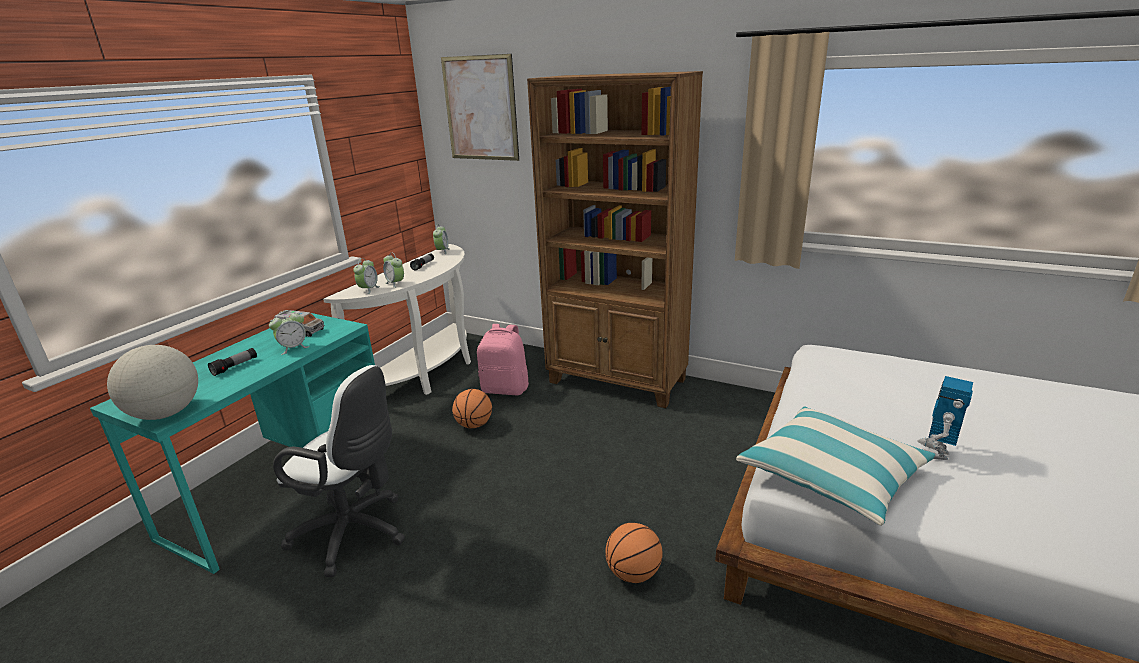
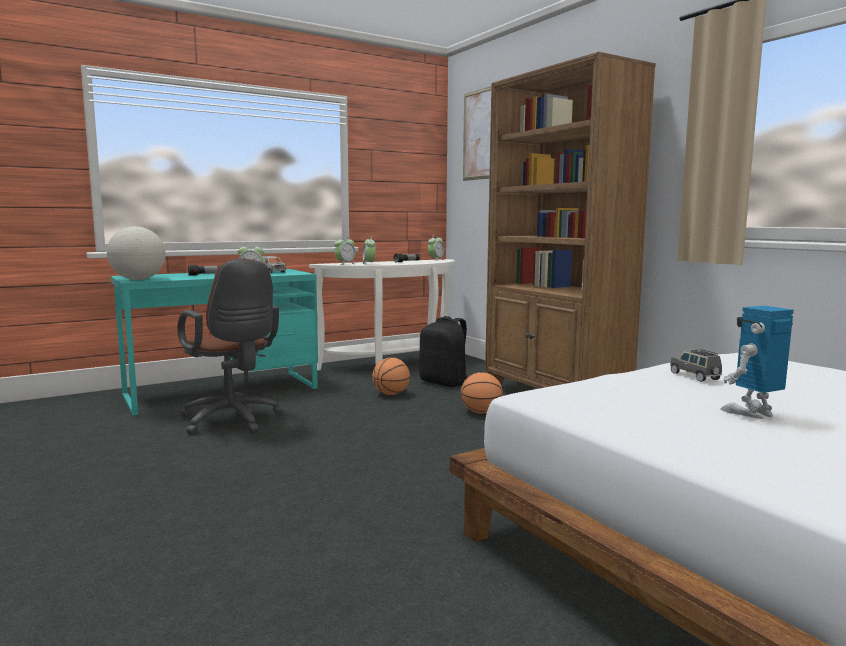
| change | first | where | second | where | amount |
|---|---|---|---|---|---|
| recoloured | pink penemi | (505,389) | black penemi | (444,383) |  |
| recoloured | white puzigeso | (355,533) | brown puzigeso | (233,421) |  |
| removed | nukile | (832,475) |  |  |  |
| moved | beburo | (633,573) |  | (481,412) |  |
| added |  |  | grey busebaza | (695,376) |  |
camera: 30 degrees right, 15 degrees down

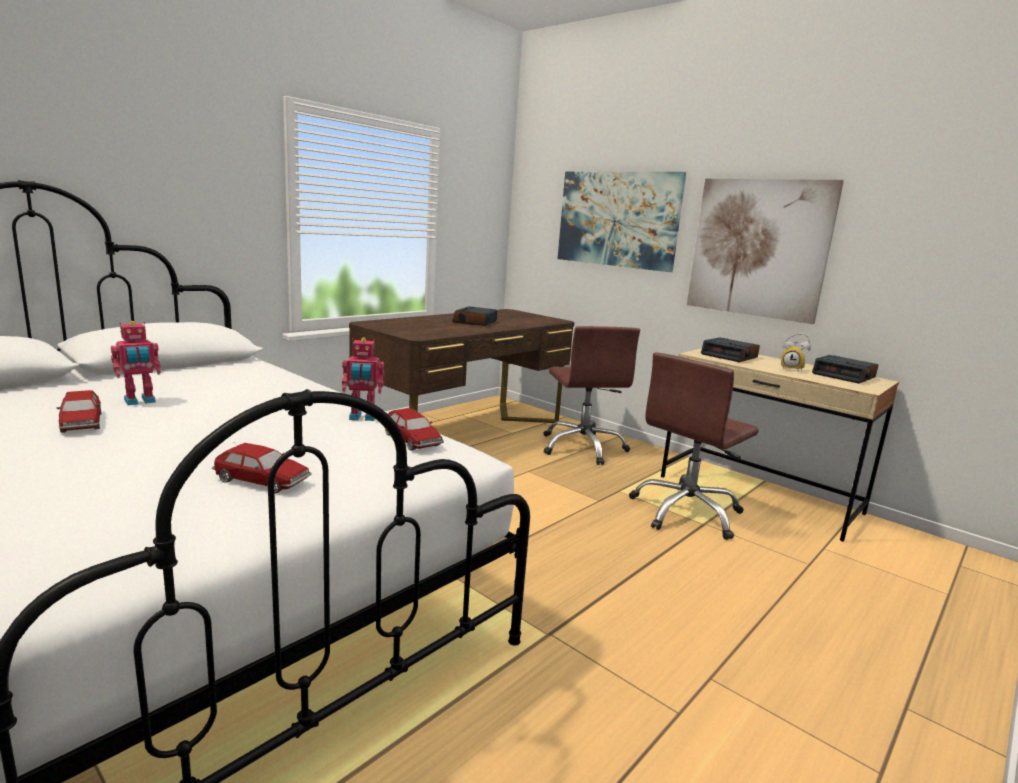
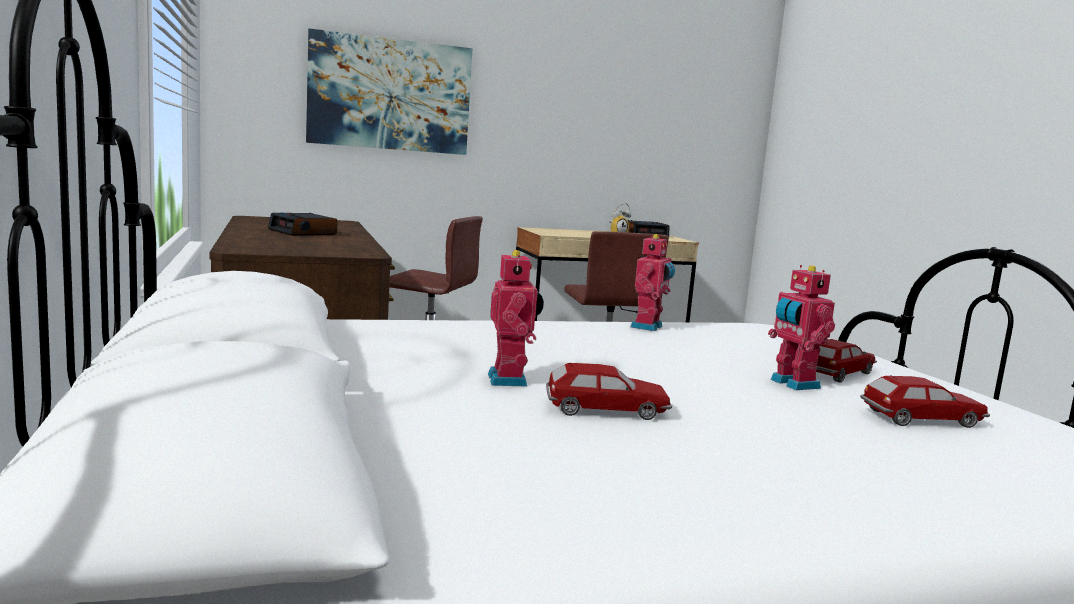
| change | first | where | second | where | amount |
|---|---|---|---|---|---|
| removed | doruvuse | (758,248) |  |  |  |
| removed | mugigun | (730,356) |  |  |  |
| moved | busebaza | (412,440) |  | (922,419) |  |
| added |  |  | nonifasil | (792,384) |  |
camera: 60 degrees left, 5 degrees down

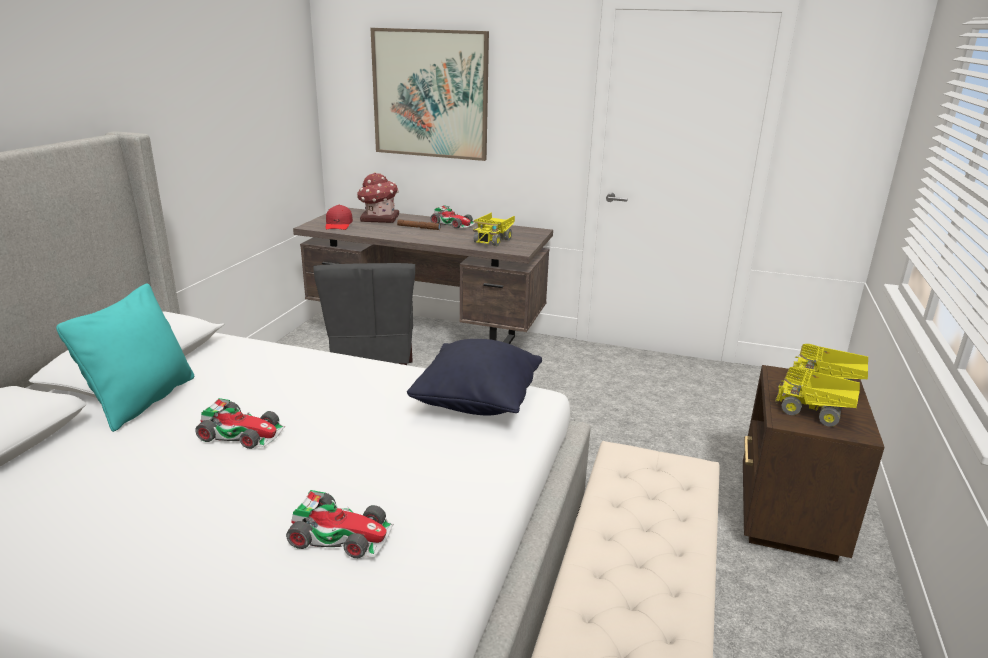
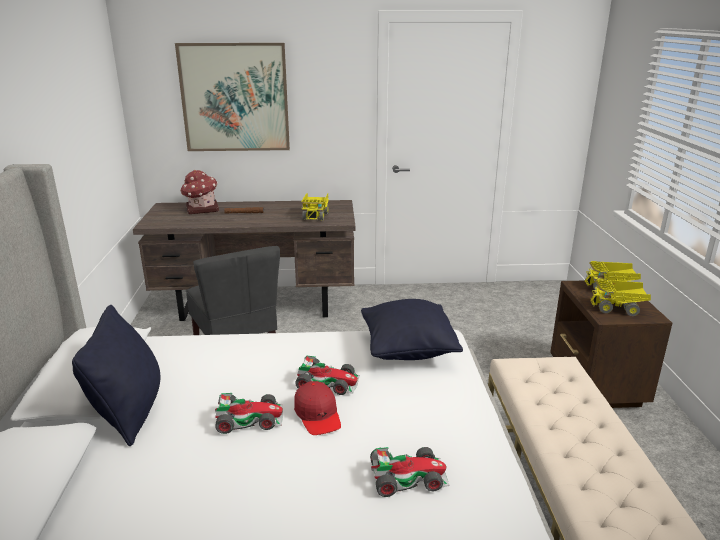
| change | first | where | second | where | amount |
|---|---|---|---|---|---|
| moved | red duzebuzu | (338,225) |  | (318,415) |  |
| moved | busebaza | (453,224) |  | (328,382) |  |
| recoloured | turquoise nukile | (143,401) | black nukile | (130,412) |  |
camera: 20 degrees left, 0 degrees up

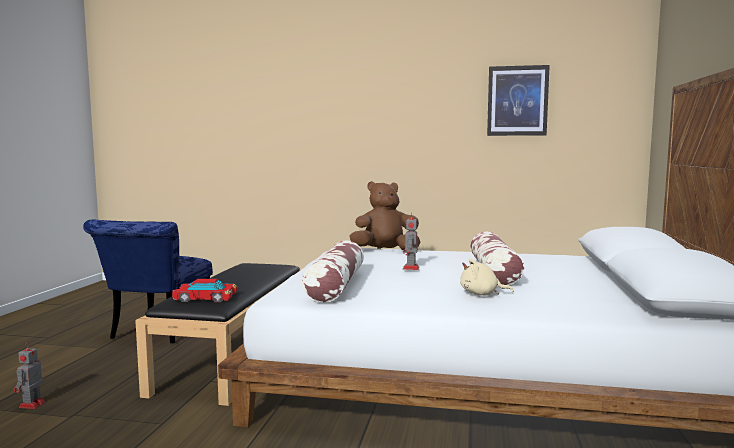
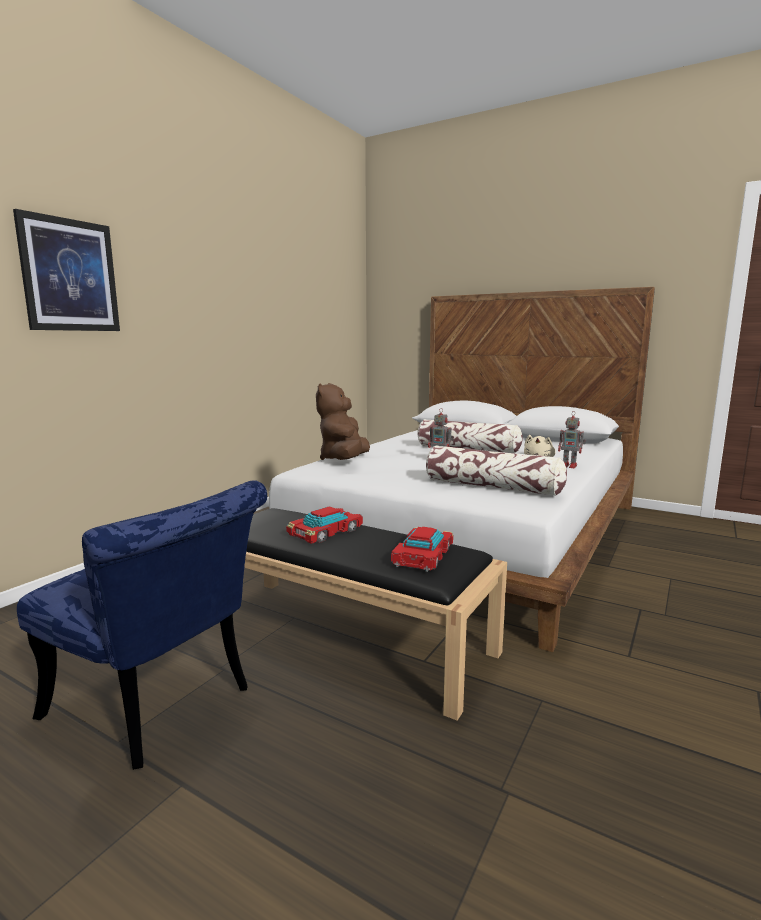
| change | first | where | second | where | amount |
|---|---|---|---|---|---|
| moved | doruvuse | (517,101) |  | (70,275) |  |
| moved | nonifasil | (31,405) |  | (570,466) |  |
| added |  |  | busebaza | (326,532) |  |
camera: 70 degrees left, 5 degrees up

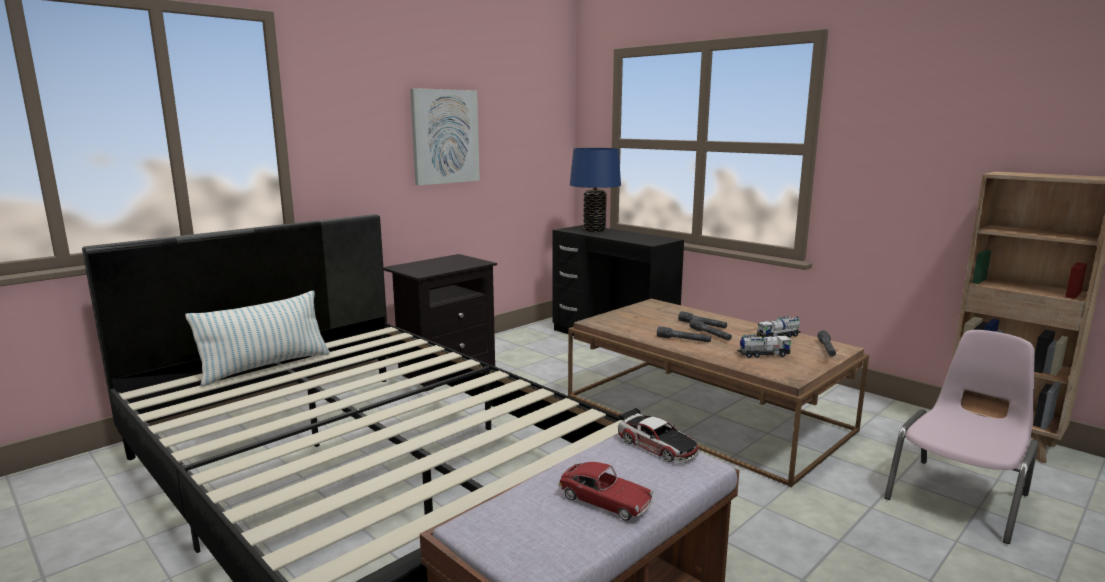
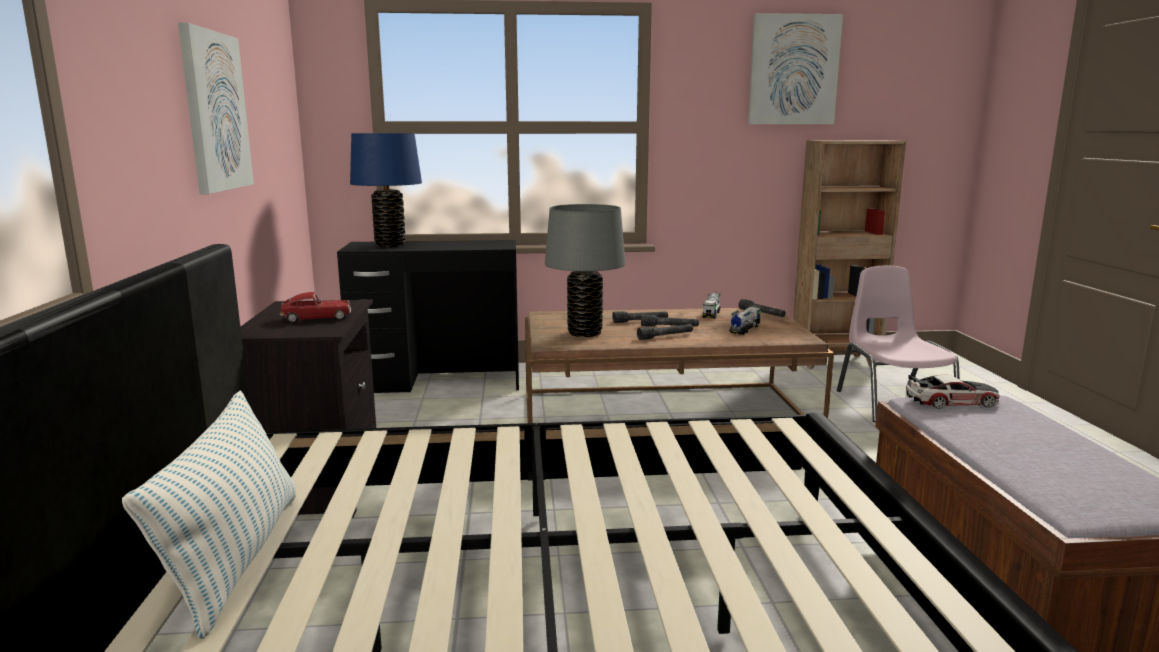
| change | first | where | second | where | amount |
|---|---|---|---|---|---|
| moved | busebaza | (605,501) |  | (316,318) |  |
| added |  |  | doruvuse | (793,70) |  |
| added |  |  | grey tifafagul | (584,333) |  |
camera: 50 degrees left, 0 degrees up

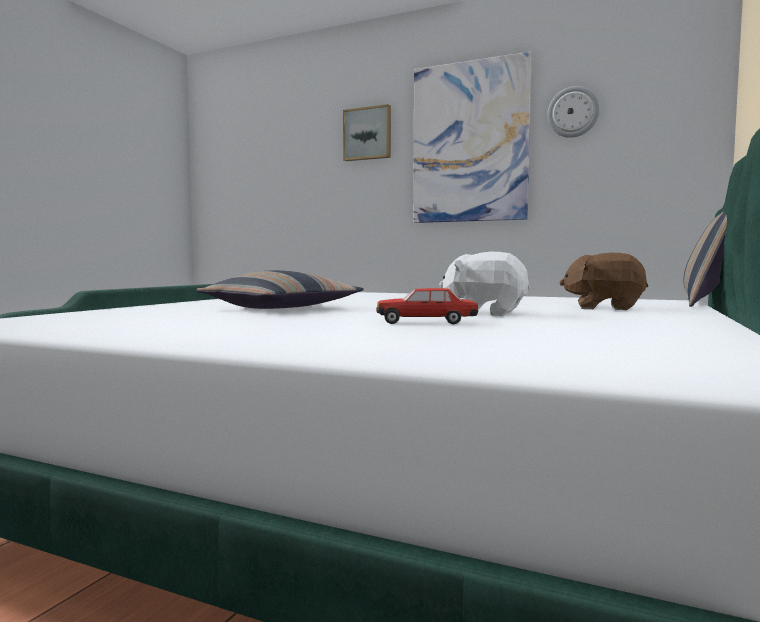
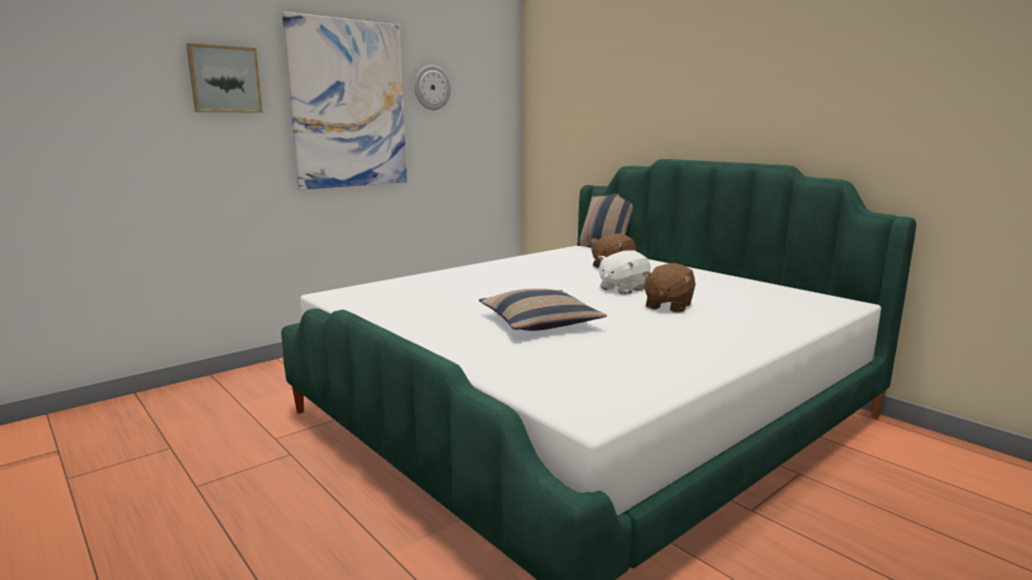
| change | first | where | second | where | amount |
|---|---|---|---|---|---|
| replaced | busebaza | (426,322) | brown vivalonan | (668,306) |  |
camera: 65 degrees left, 10 degrees up

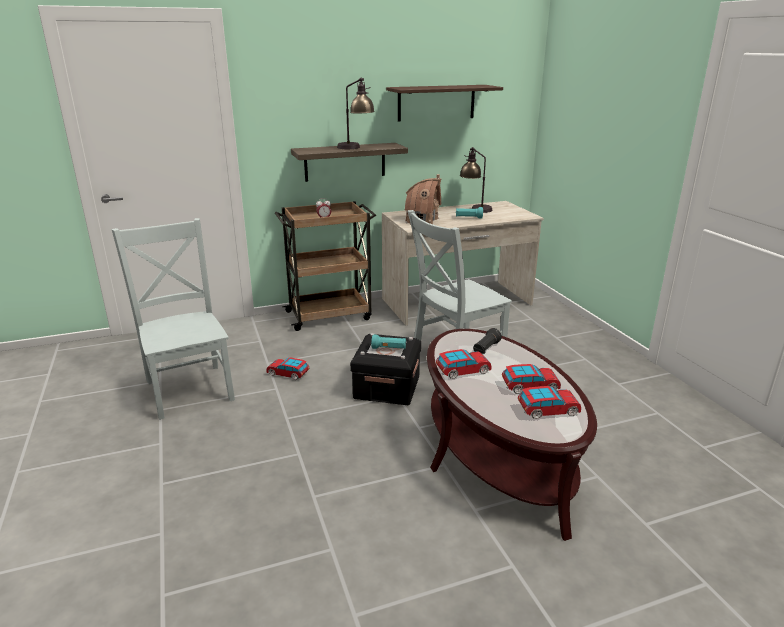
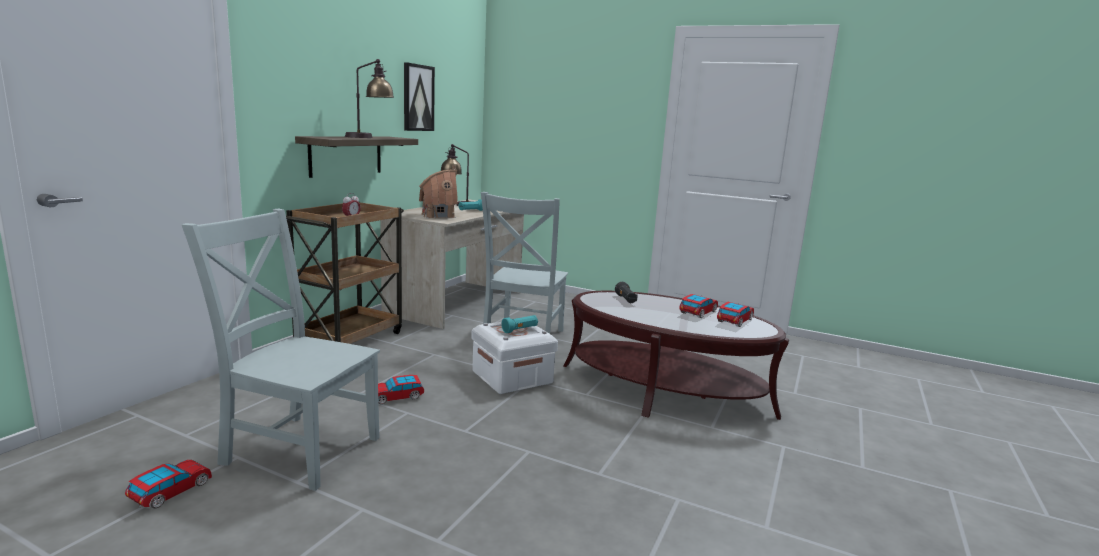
| change | first | where | second | where | amount |
|---|---|---|---|---|---|
| replaced | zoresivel | (436,102) | doruvuse | (418,98) |  |
| recoloured | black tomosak | (387,387) | white tomosak | (512,377) |  |
| moved | busebaza | (463,371) |  | (171,492) |  |
camera: 45 degrees left, 10 degrees down

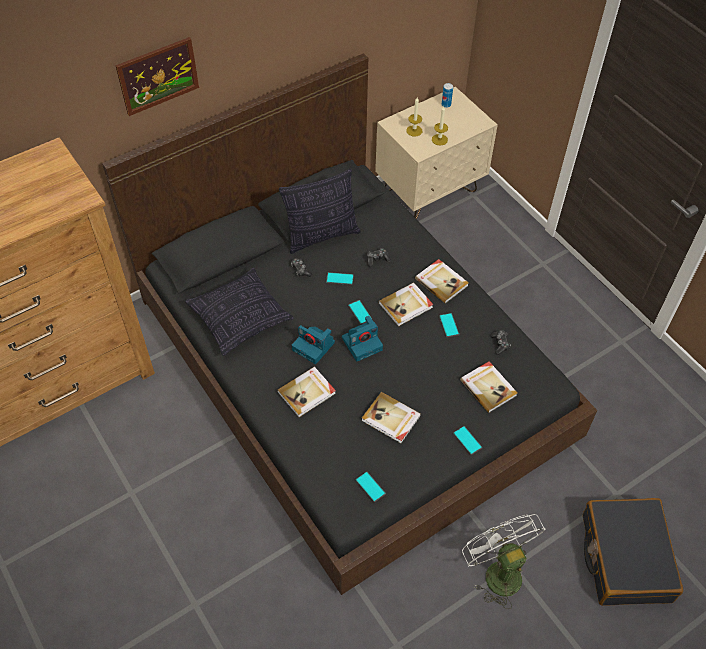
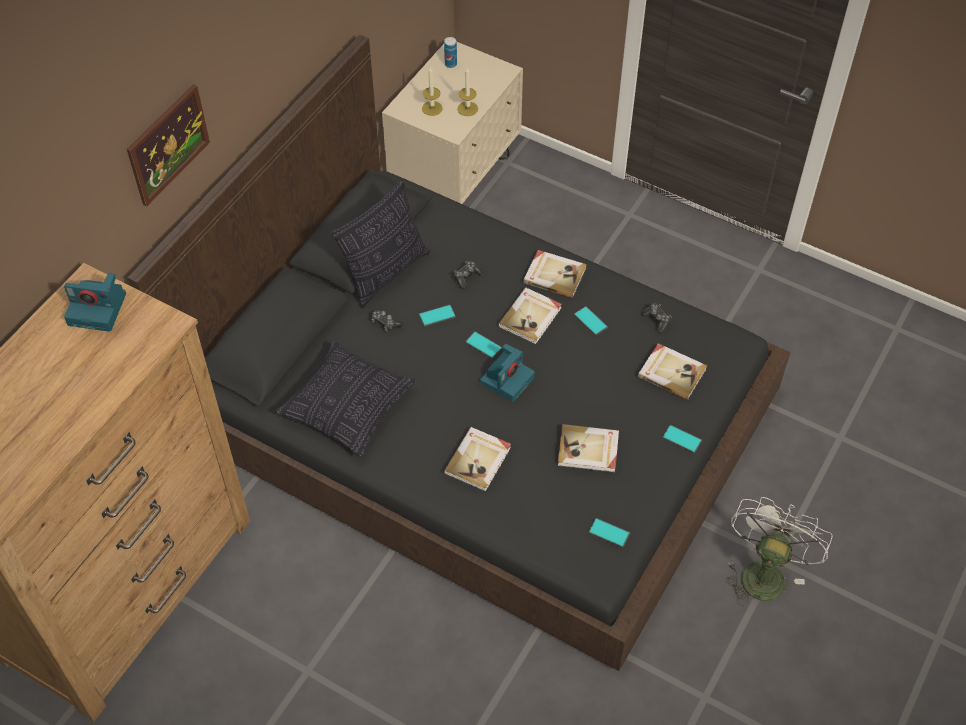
| change | first | where | second | where | amount |
|---|---|---|---|---|---|
| moved | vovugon | (314,346) |  | (99,309) |  |
| removed | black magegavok | (625,557) |  |  |  |
| turned | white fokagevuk | (497,571) |  | (764,572) | 75 degrees clockwise |
camera: 25 degrees left, 0 degrees up

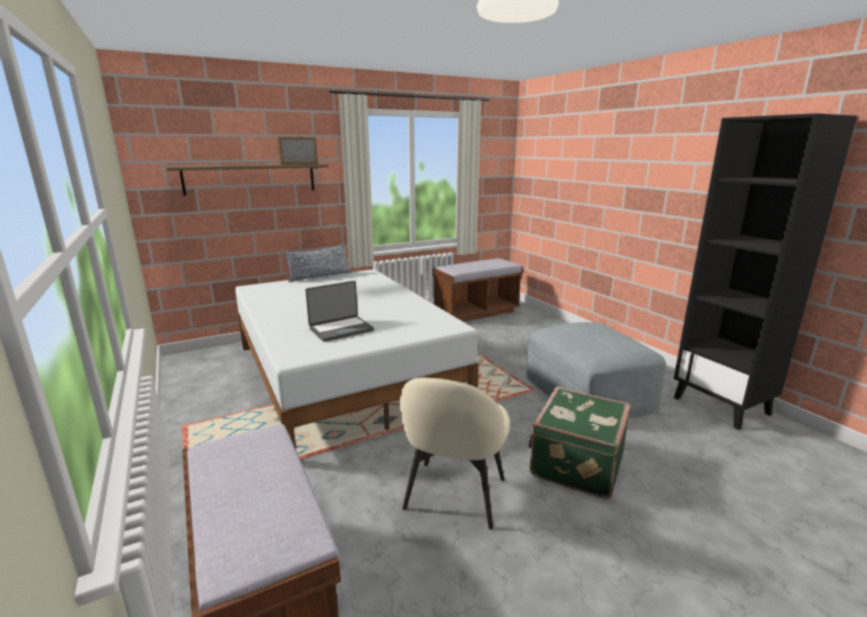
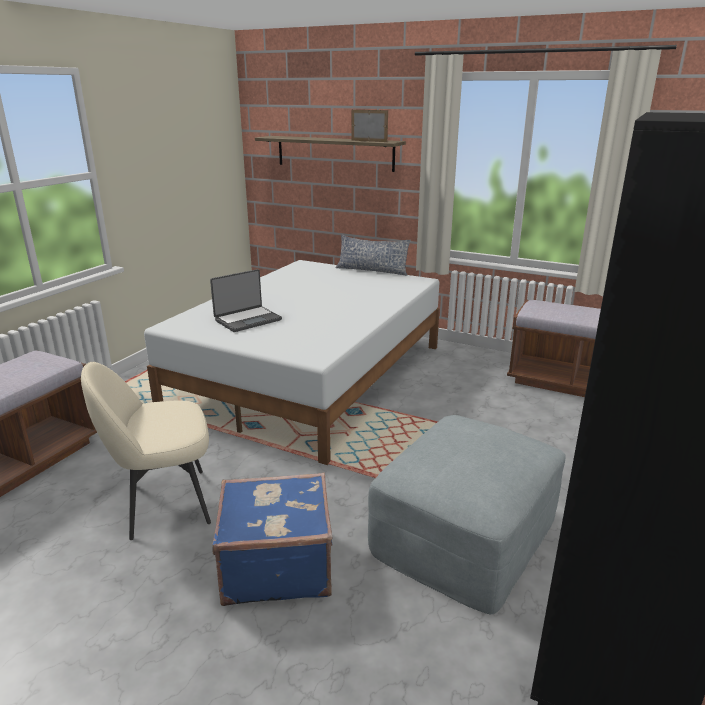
| change | first | where | second | where | amount |
|---|---|---|---|---|---|
| turned | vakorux | (341,329) |  | (247,320) | 60 degrees counterclockwise |
| recoloured | green magegavok | (575,464) | blue magegavok | (276,564) |  |
camera: 55 degrees right, 5 degrees up

